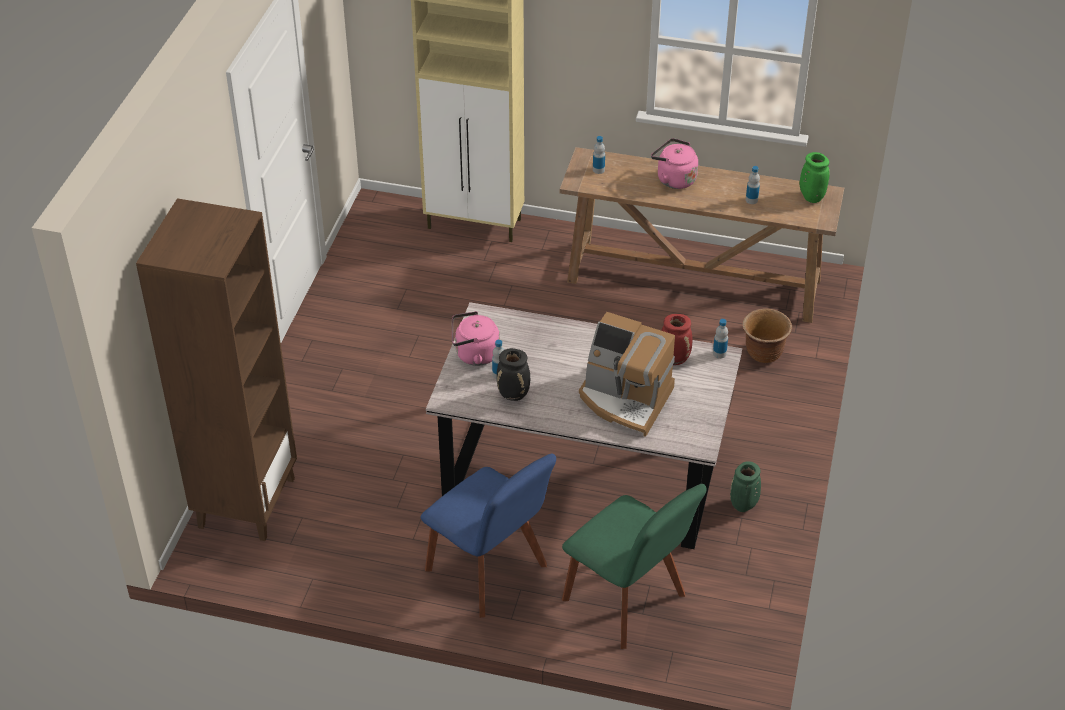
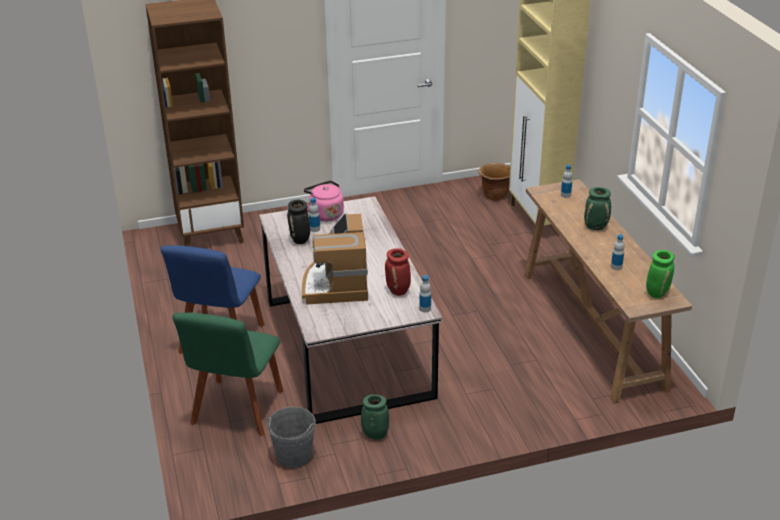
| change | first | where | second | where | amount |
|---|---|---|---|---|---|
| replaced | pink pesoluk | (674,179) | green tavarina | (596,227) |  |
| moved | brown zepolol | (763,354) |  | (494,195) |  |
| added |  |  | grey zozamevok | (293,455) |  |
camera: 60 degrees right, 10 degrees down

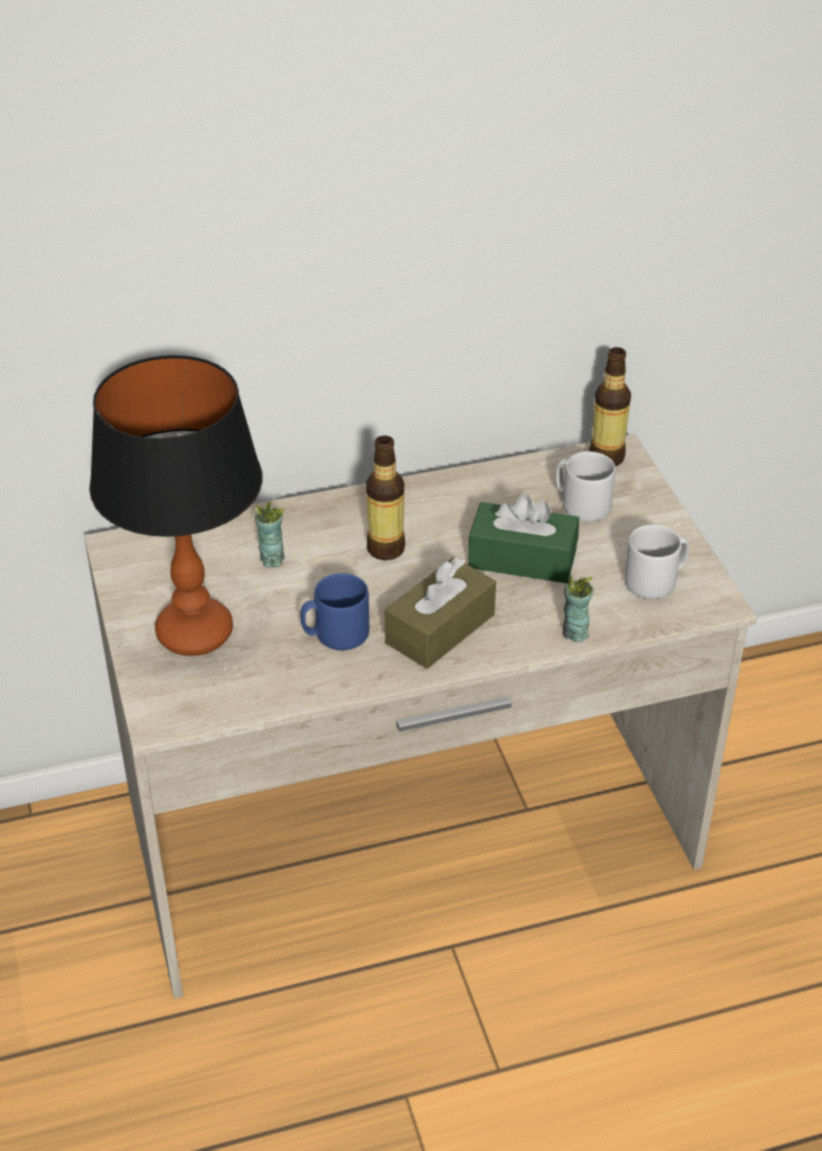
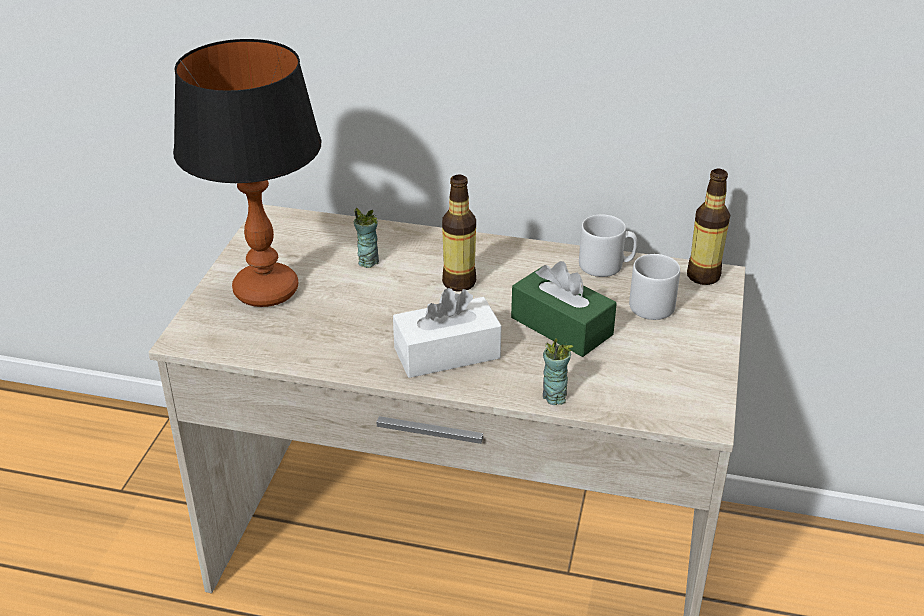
| change | first | where | second | where | amount |
|---|---|---|---|---|---|
| moved | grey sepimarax | (656,581) |  | (606,266) |  |
| recoloured | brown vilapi | (440,629) | white vilapi | (447,353) |  |
| removed | blue sepimarax | (335,634) |  |  |  |
camera: 30 degrees right, 5 degrees down

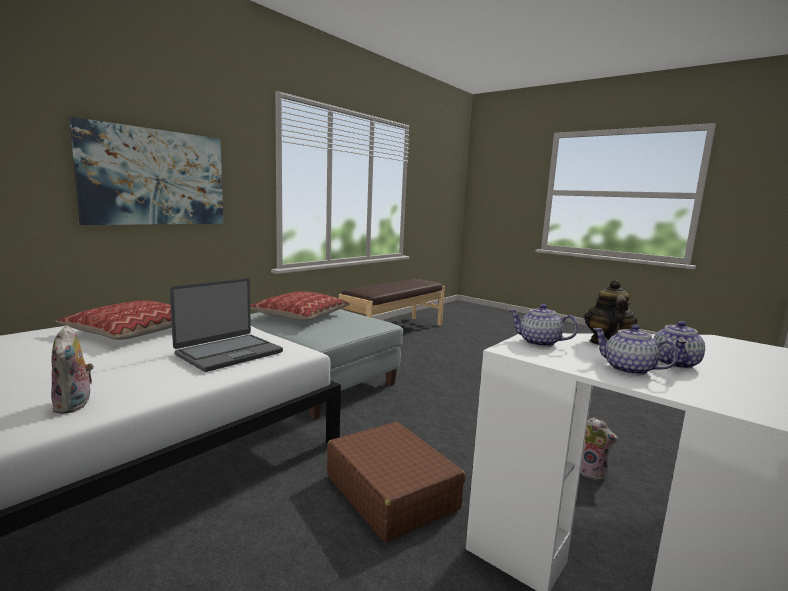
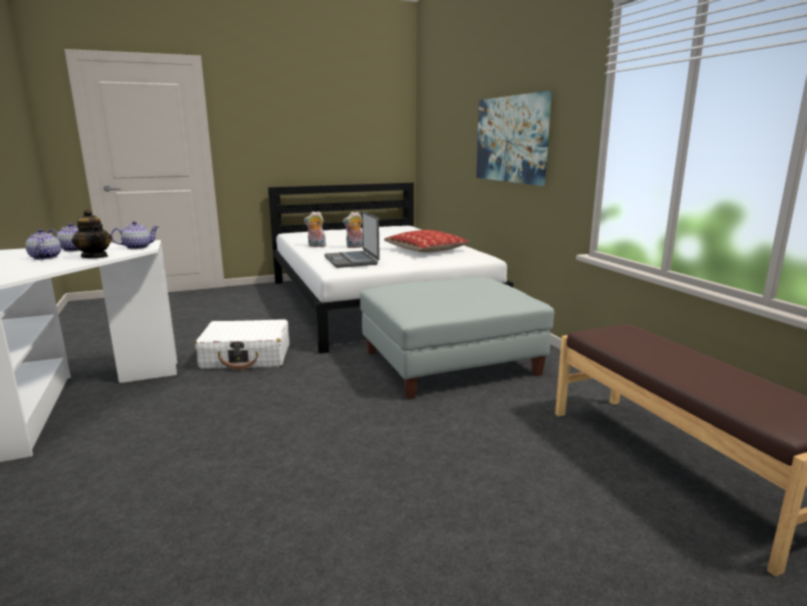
| change | first | where | second | where | amount |
|---|---|---|---|---|---|
| removed | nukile | (300,316) |  |  |  |
| moved | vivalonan | (592,472) |  | (355,247) |  |
| recoloured | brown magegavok | (391,492) | white magegavok | (246,357) |  |
camera: 120 degrees right, 5 degrees up

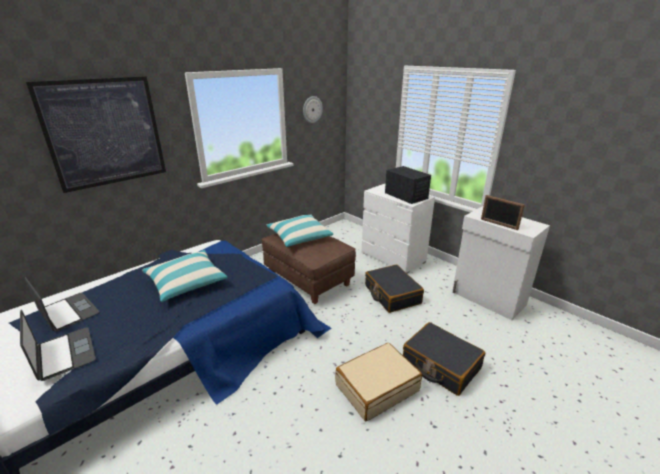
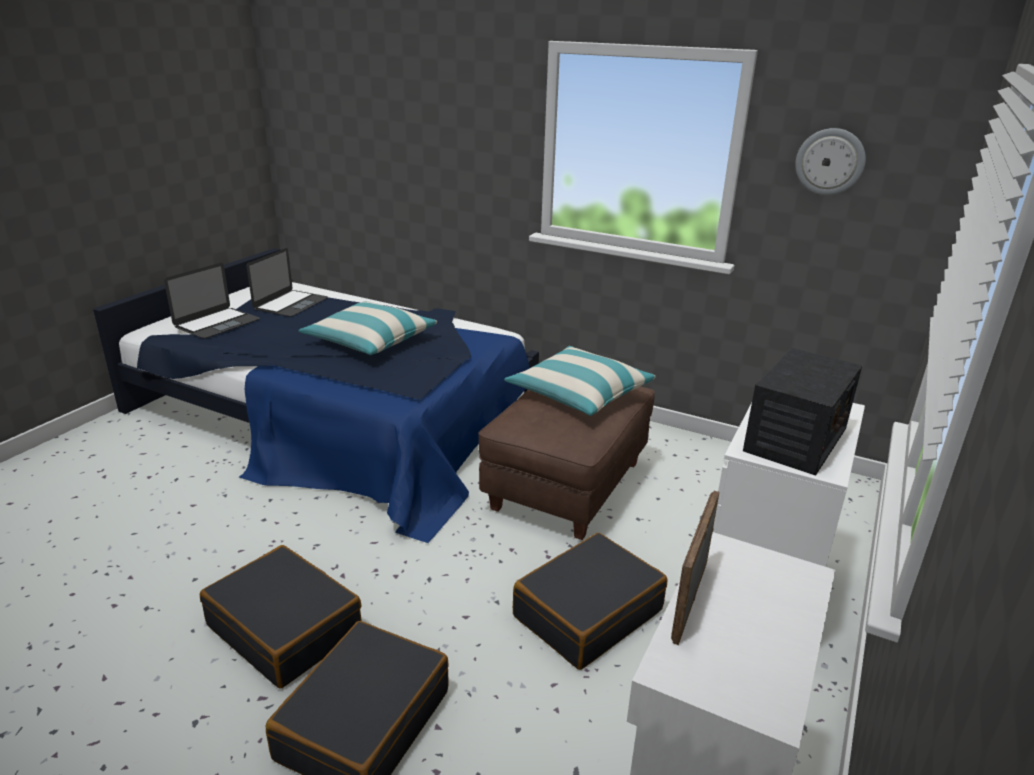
| change | first | where | second | where | amount |
|---|---|---|---|---|---|
| removed | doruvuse | (105,133) |  |  |  |
| recoloured | beige magegavok | (376,387) | black magegavok | (285,628) |  |
camera: 70 degrees right, 0 degrees up

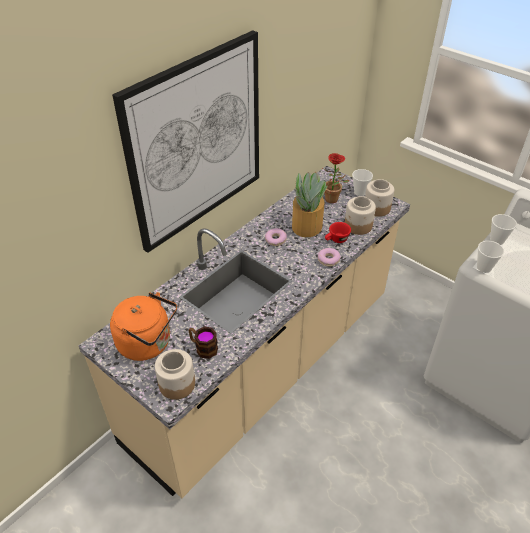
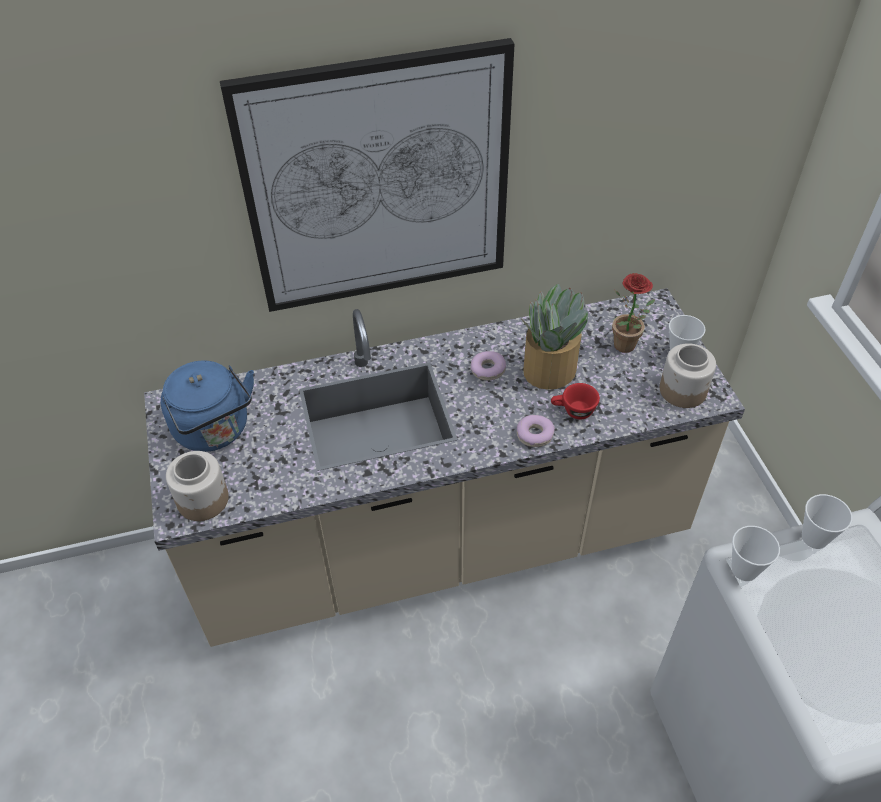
| change | first | where | second | where | amount |
|---|---|---|---|---|---|
| removed | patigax | (358,226) |  |  |  |
| recoloured | orange pesoluk | (148,343) | blue pesoluk | (215,431) |  |
| removed | sepimarax | (203,348) |  |  |  |
camera: 35 degrees right, 5 degrees up

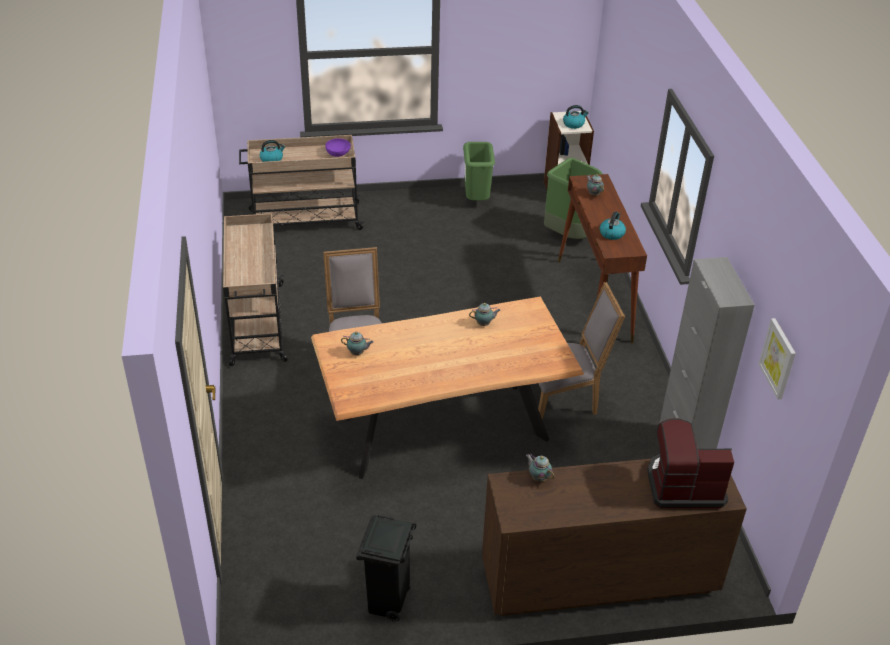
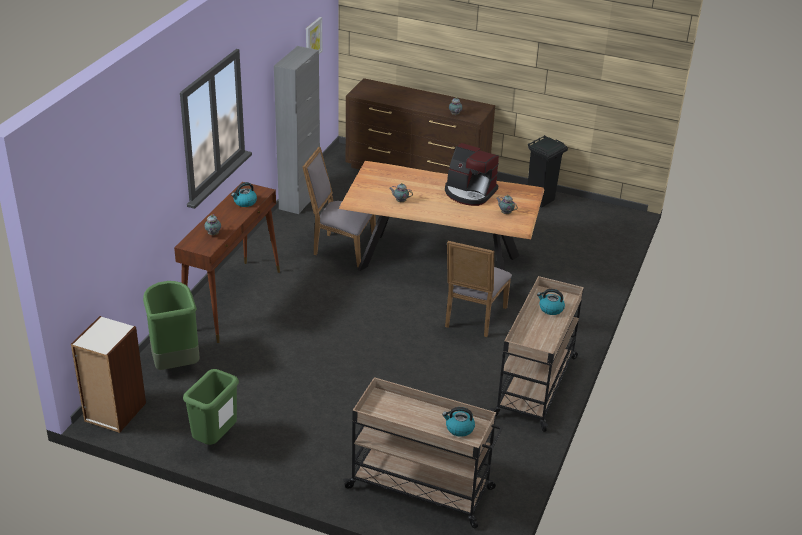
| change | first | where | second | where | amount |
|---|---|---|---|---|---|
| moved | pesoluk | (574,124) |  | (550,309) |  |
| removed | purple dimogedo | (338,154) |  |  |  |
| moved | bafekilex | (683,485) |  | (469,193) |  |
camera: 150 degrees left, 5 degrees down

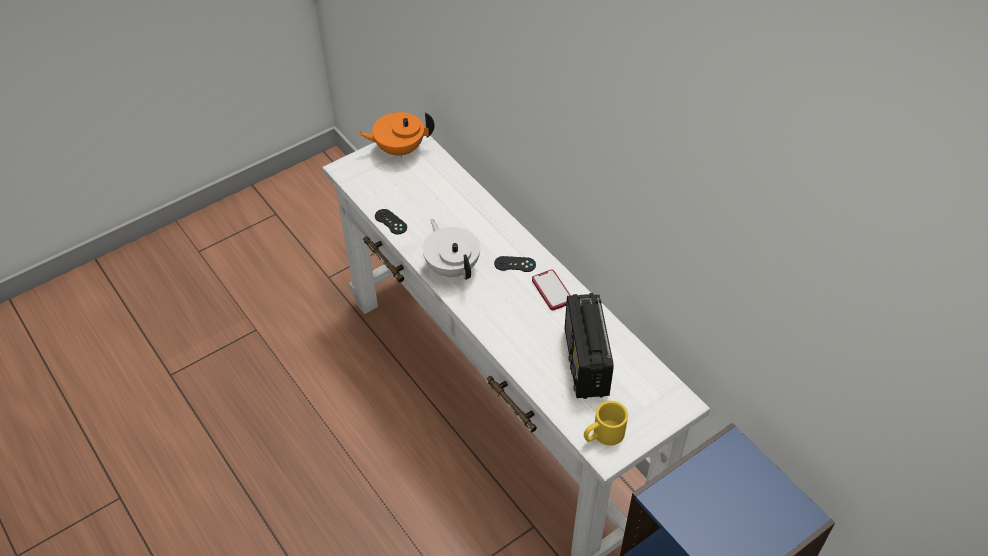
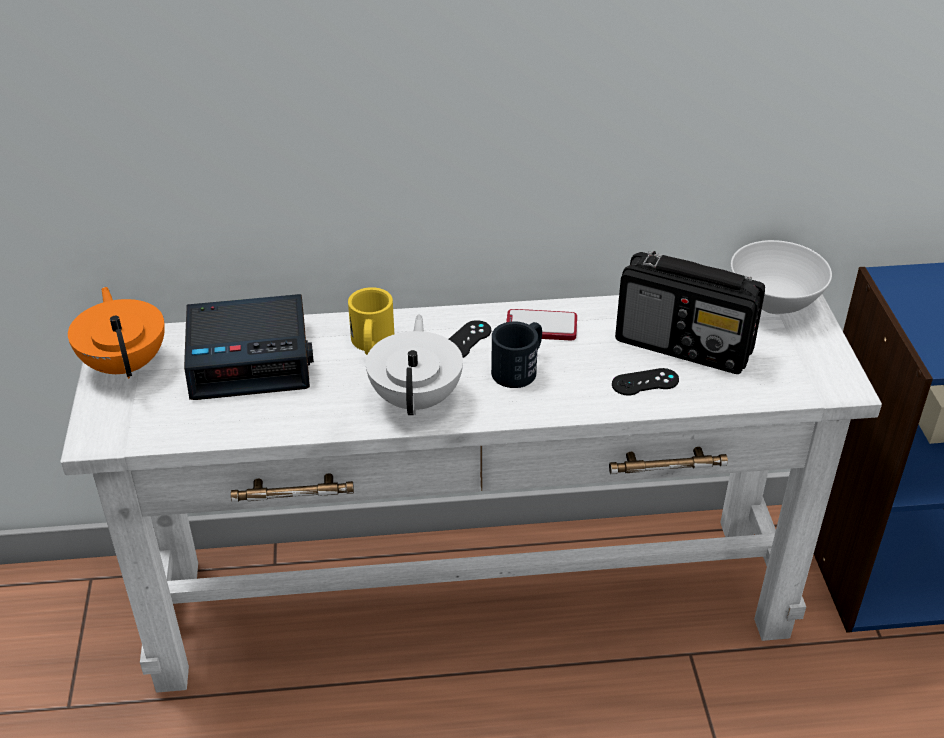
| change | first | where | second | where | amount |
|---|---|---|---|---|---|
| turned | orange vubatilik | (399,149) |  | (126,364) | 135 degrees clockwise |
| moved | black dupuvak | (390,222) |  | (645,382) |  |
| turned | white vubatilik | (452,266) |  | (417,398) | 90 degrees clockwise |
| moved | yellow sepimarax | (603,435) |  | (371,344) |  |
| added |  |  | white dimogedo | (774,305) |  |
| added |  |  | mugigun | (251,358) |  |
| added |  |  | black sepimarax | (520,368) |  |
camera: 60 degrees left, 10 degrees down

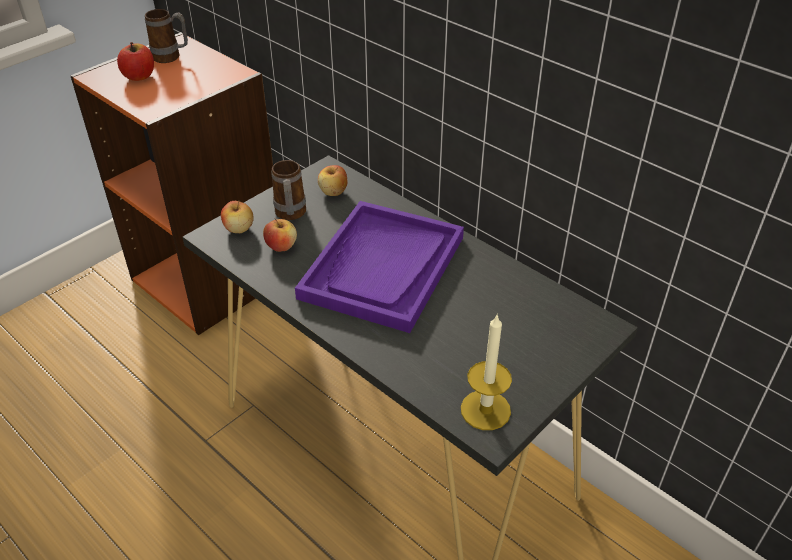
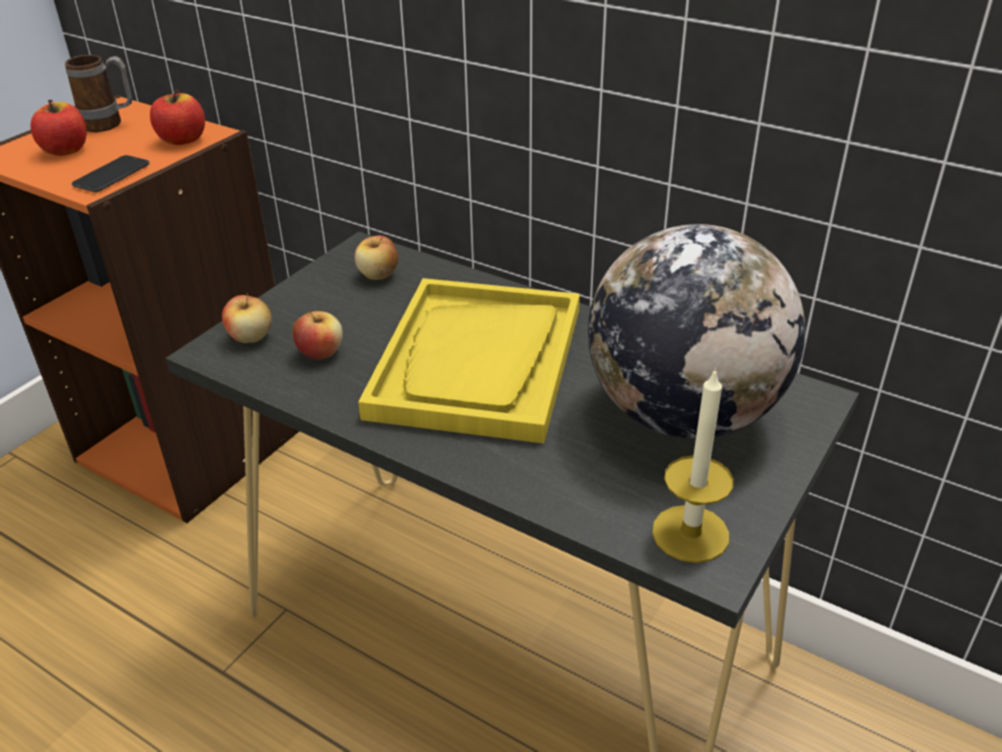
| change | first | where | second | where | amount |
|---|---|---|---|---|---|
| removed | sepimarax | (290,215) |  |  |  |
| recoloured | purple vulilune | (383,268) | yellow vulilune | (478,362) |  |
| added |  |  | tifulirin | (182,140) |  |
| added |  |  | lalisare | (112,175) |  |
| added |  |  | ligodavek | (683,414) |  |
camera: 10 degrees left, 5 degrees down

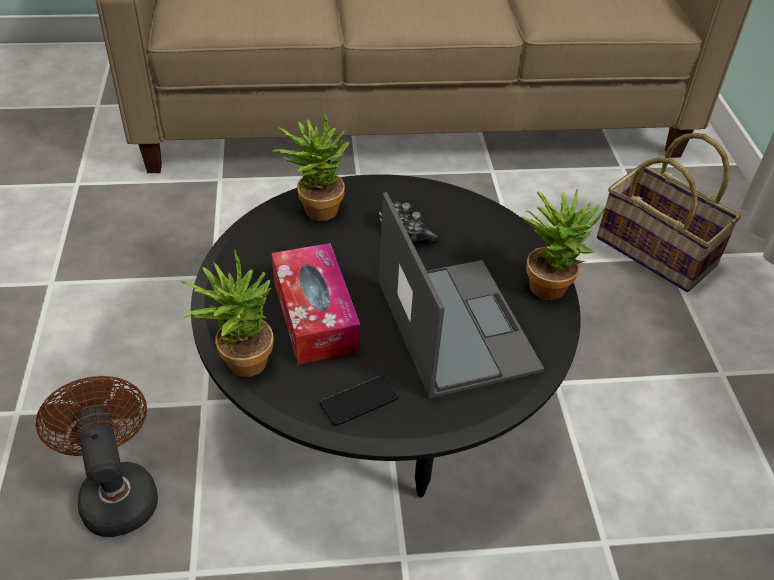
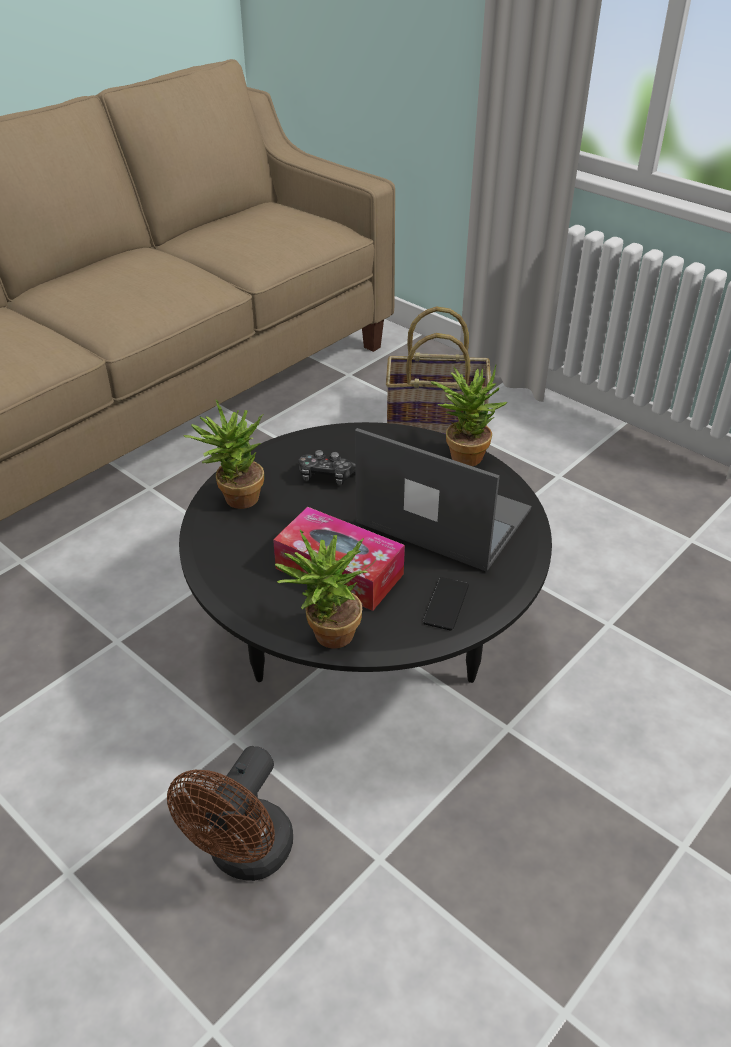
| change | first | where | second | where | amount |
|---|---|---|---|---|---|
| turned | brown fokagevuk | (116,491) |  | (244,856) | 90 degrees counterclockwise |
camera: 40 degrees left, 5 degrees down

